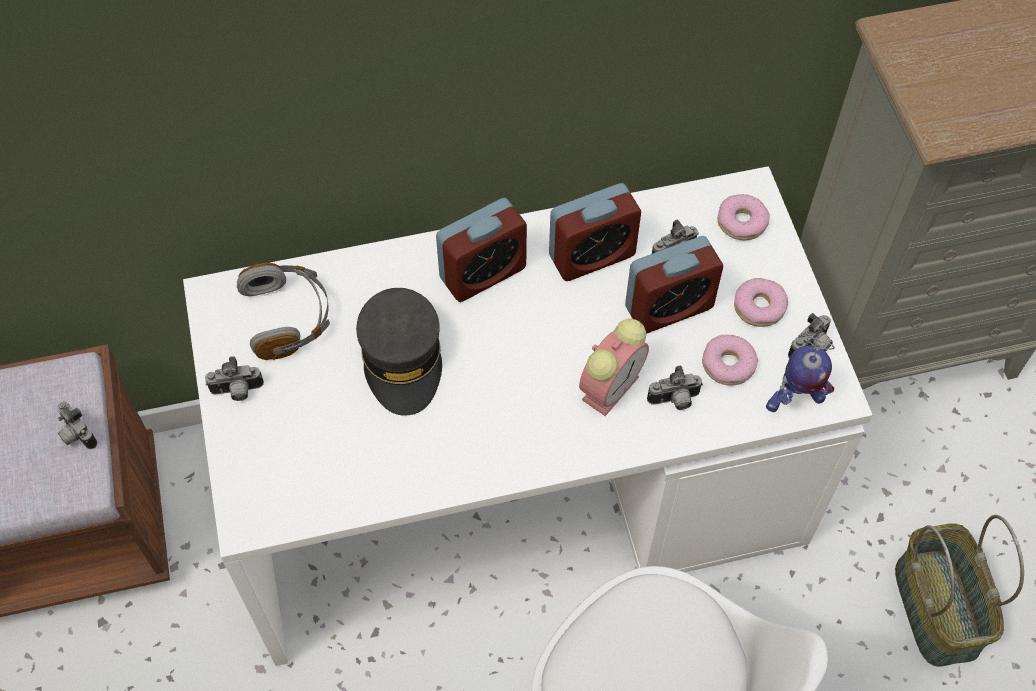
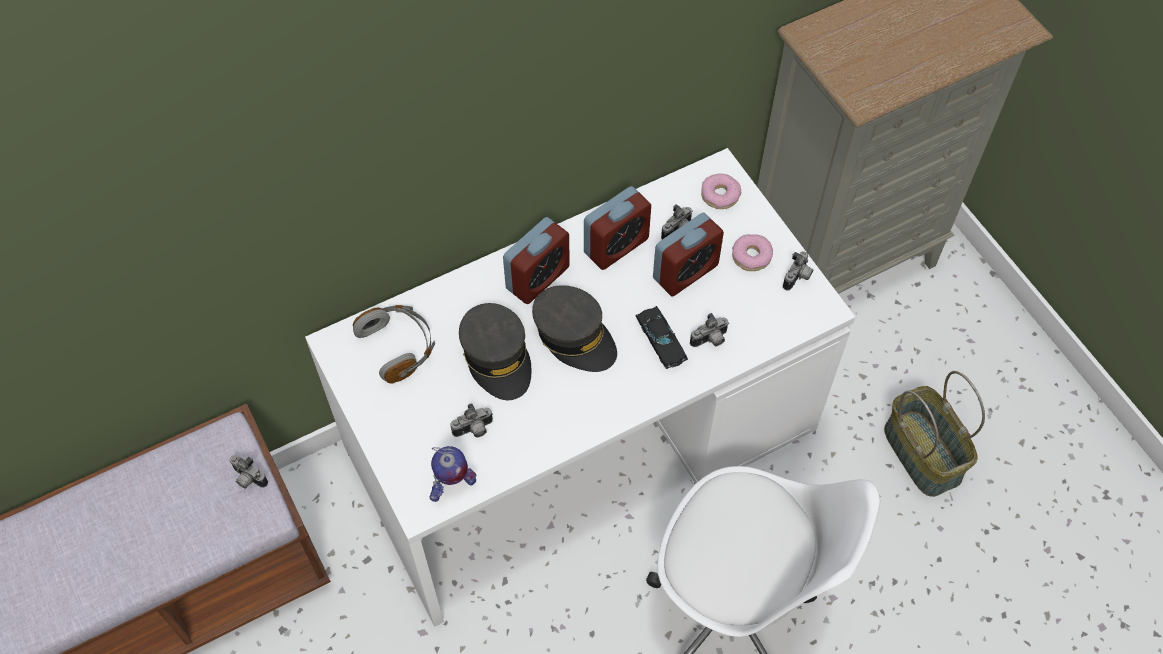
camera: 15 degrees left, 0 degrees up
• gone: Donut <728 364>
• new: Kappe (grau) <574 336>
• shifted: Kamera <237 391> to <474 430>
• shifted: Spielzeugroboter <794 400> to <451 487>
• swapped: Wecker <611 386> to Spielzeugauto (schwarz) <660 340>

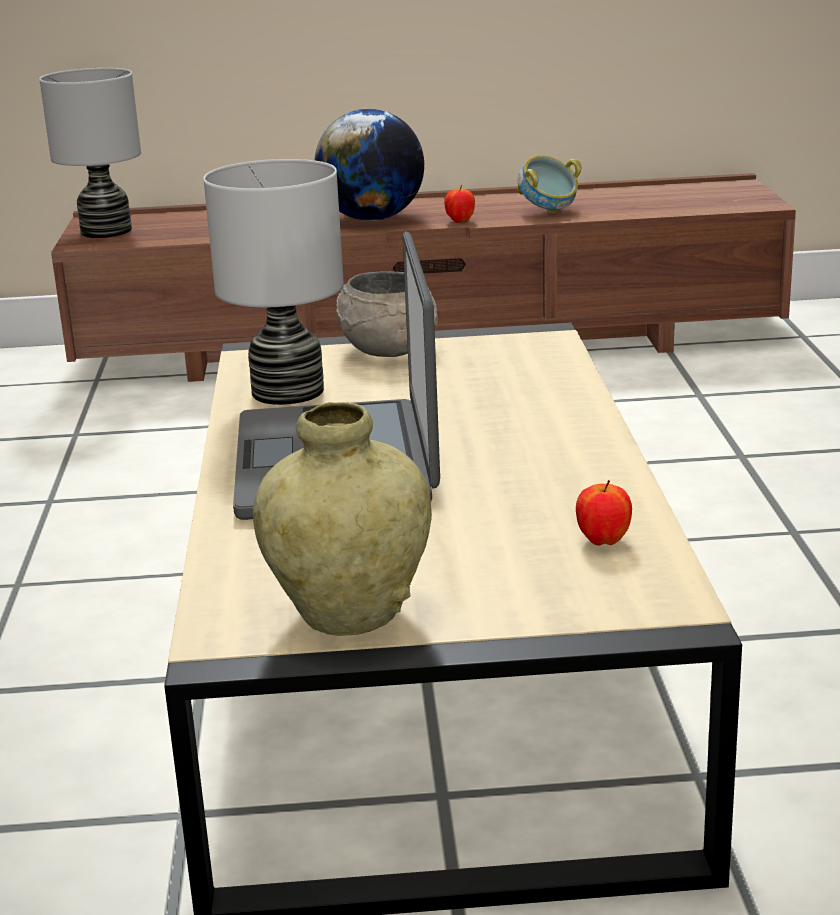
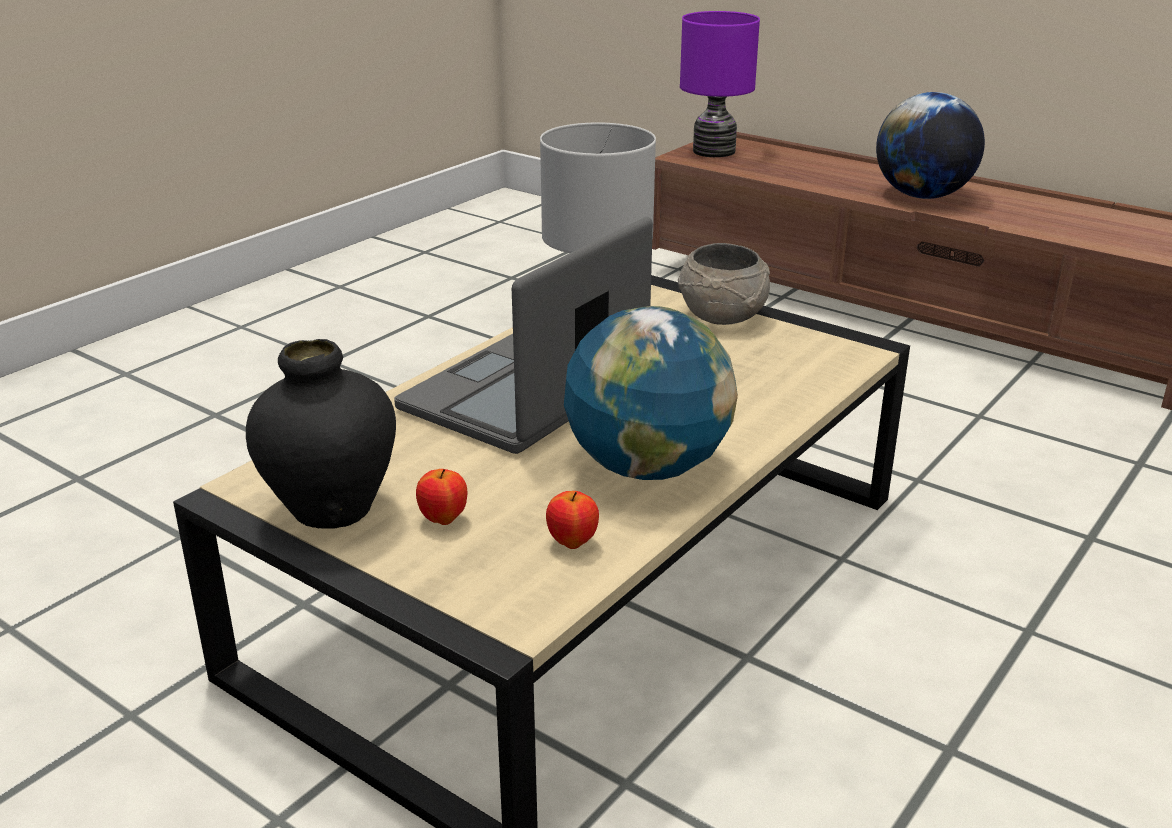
camera: 40 degrees right, 5 degrees up
• gone: Schüssel <547 212>
• new: Globus <647 467>
• shifted: Apfel <460 221> to <443 519>
• repainted: Tischlampe (grau) <106 231> to Tischlampe (lila) <713 151>
• repainted: Vase (beige) <349 614> to Vase (schwarz) <332 509>

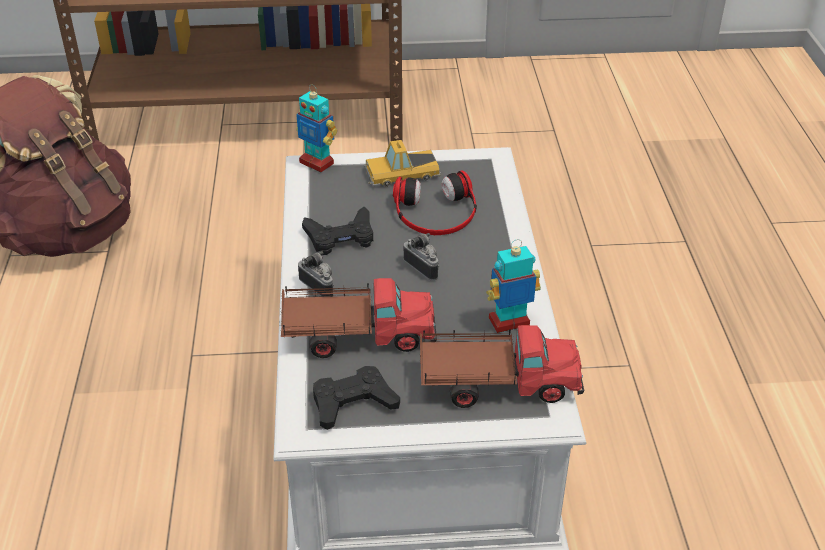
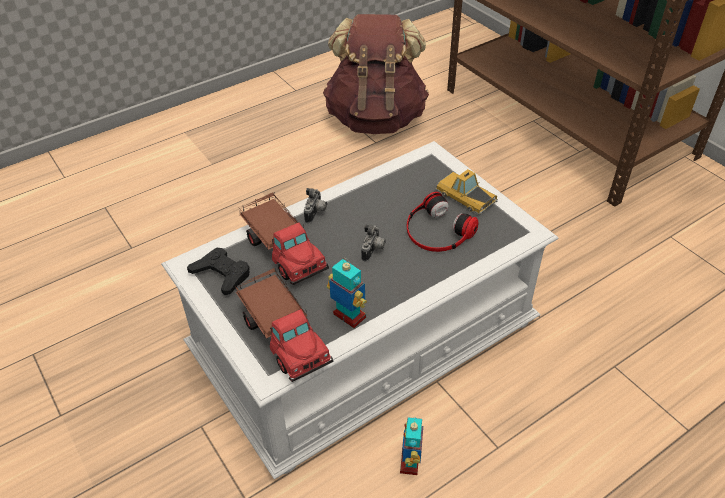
camera: 60 degrees right, 5 degrees up
• gone: Gamepad (schwarz) <340 237>
• shifted: Spielzeugroboter <317 163> to <410 462>

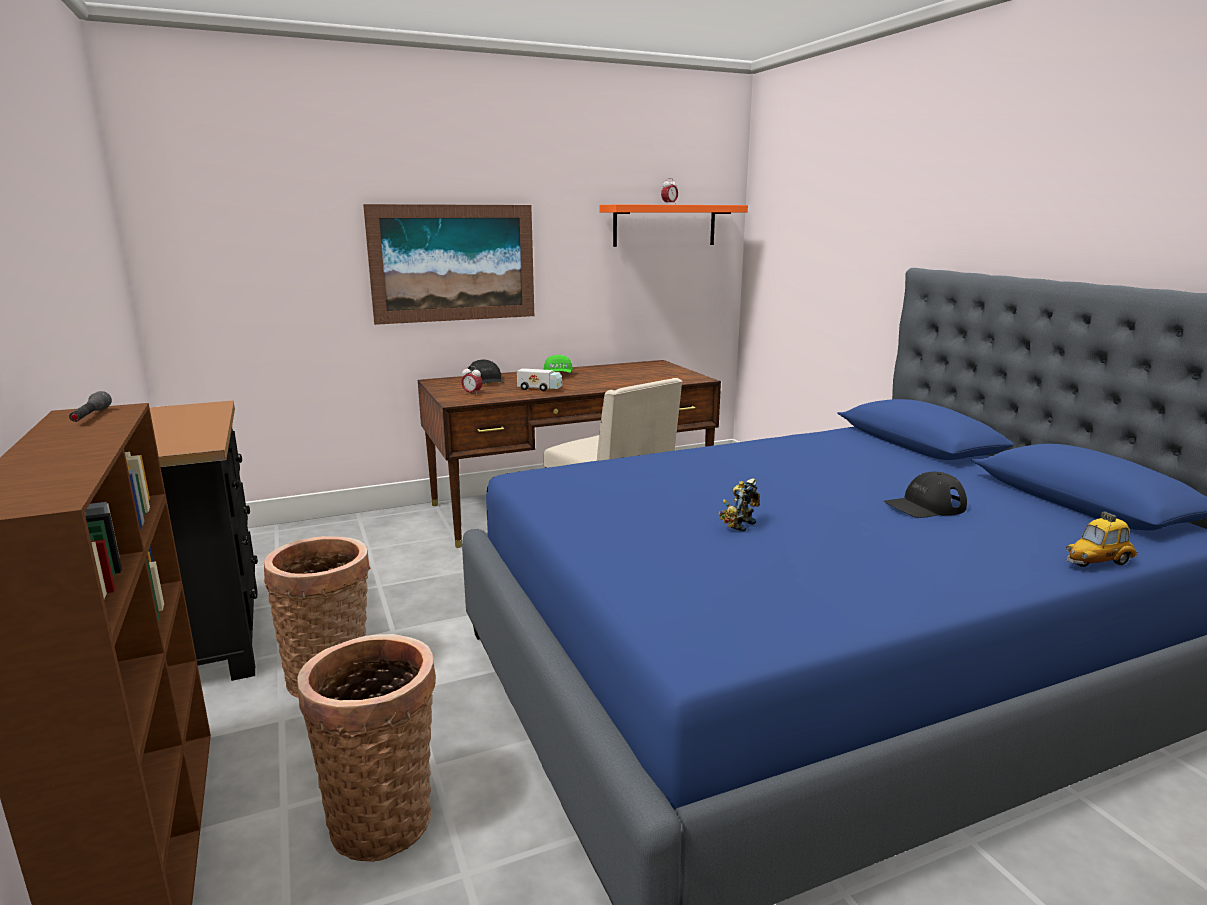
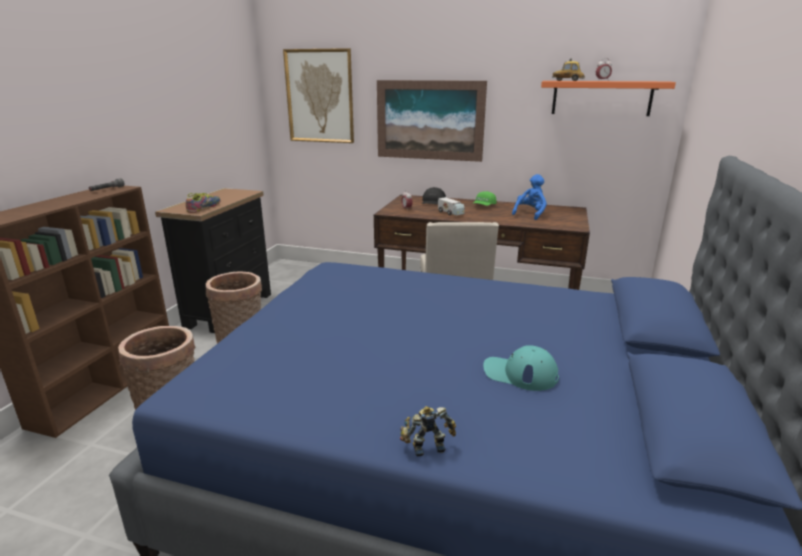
camera: 40 degrees right, 5 degrees up
• new: Schuh <203 208>
• new: Bild <320 96>
• new: Plüschtier (blau) <530 214>
• shifted: Spielzeugroboter <738 524> to <426 445>
• shifted: Spielzeugauto <1097 562> to <567 80>
• repainted: Kappe (schwarz) <925 506> to Kappe (türkis) <520 373>

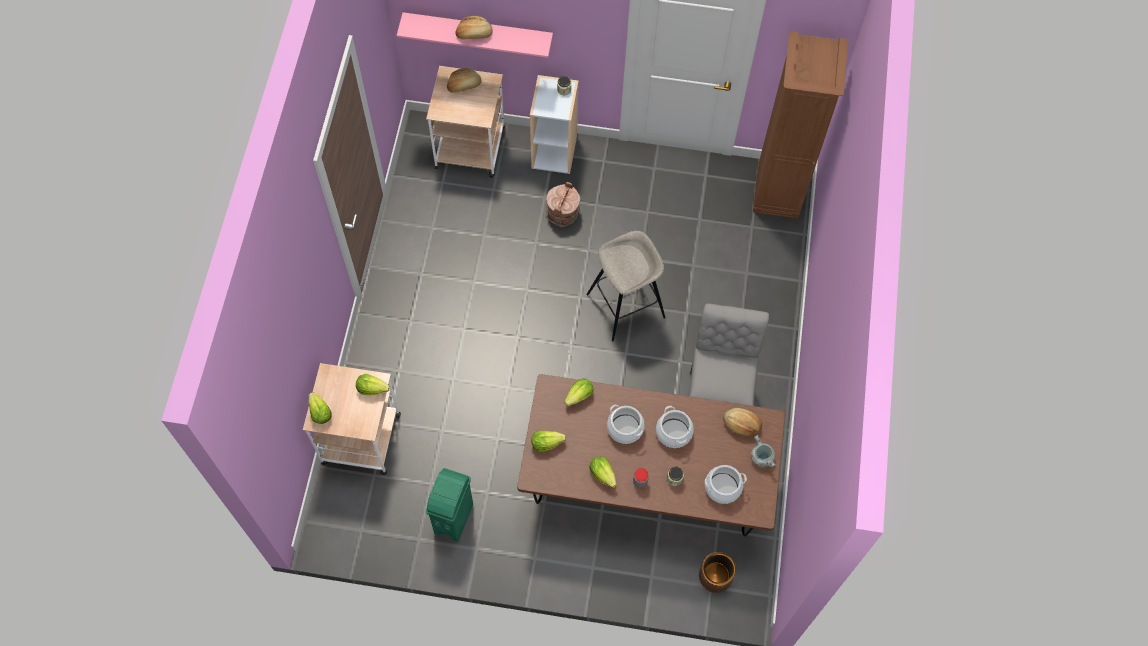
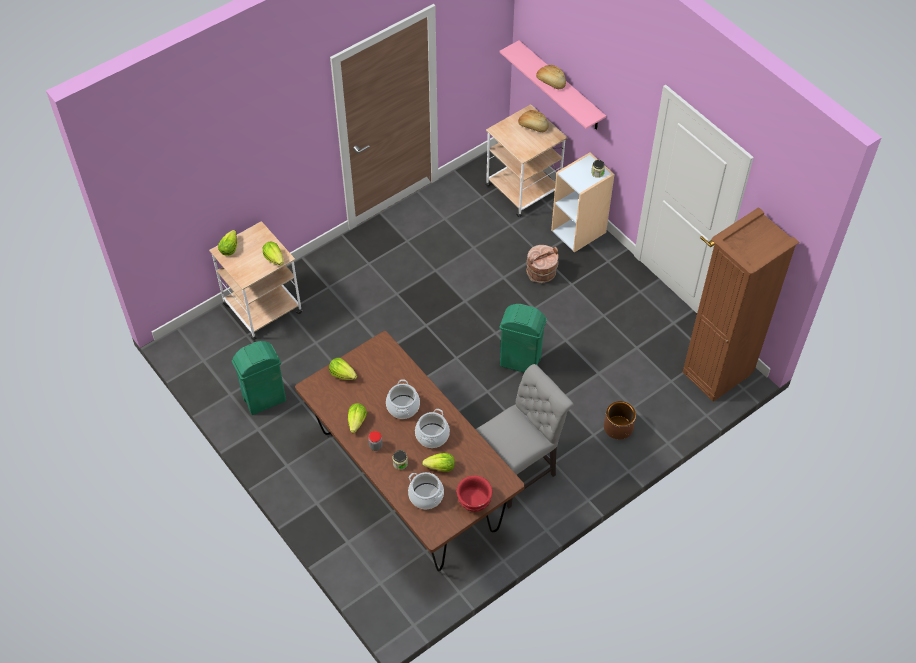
camera: 45 degrees right, 10 degrees down
• gone: Brot <741 424>
• shifted: Salatkopf <579 396> to <440 467>
• shifted: Pflanzkübel (braun) <715 576> to <618 427>
• swapped: Hocker (grau) <626 306> to Mülleimer (grün) <520 362>
• swapped: Kochtopf (grau) <761 457> to Schüssel (rot) <474 500>

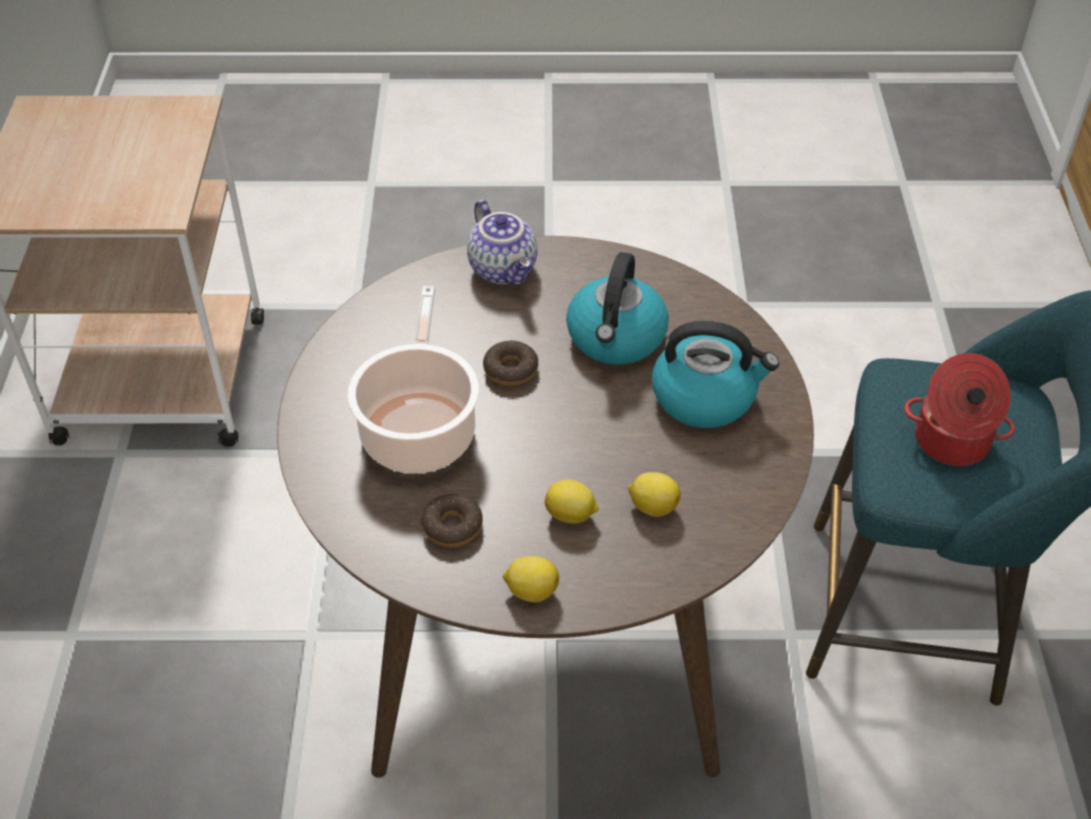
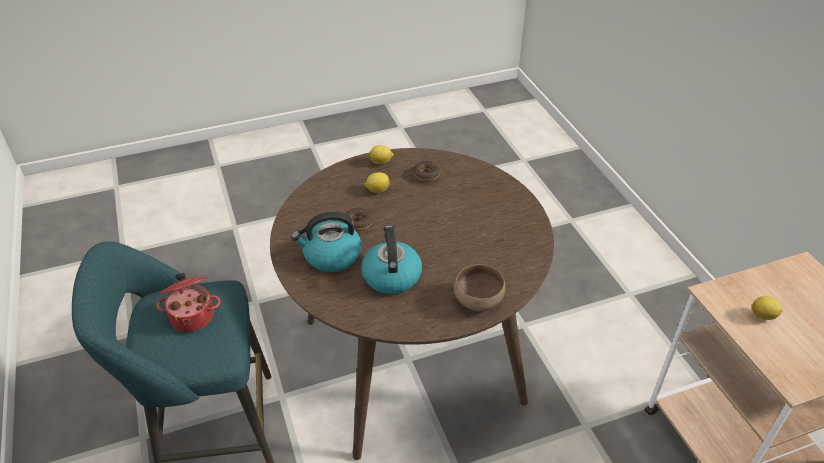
camera: 160 degrees right, 5 degrees down
• gone: Kochtopf <419 429>
• shifted: Donut <510 369> to <358 223>
• shifted: Zitrone <652 506> to <763 316>
• swapped: Teekanne <504 269> to Schüssel (braun) <478 301>

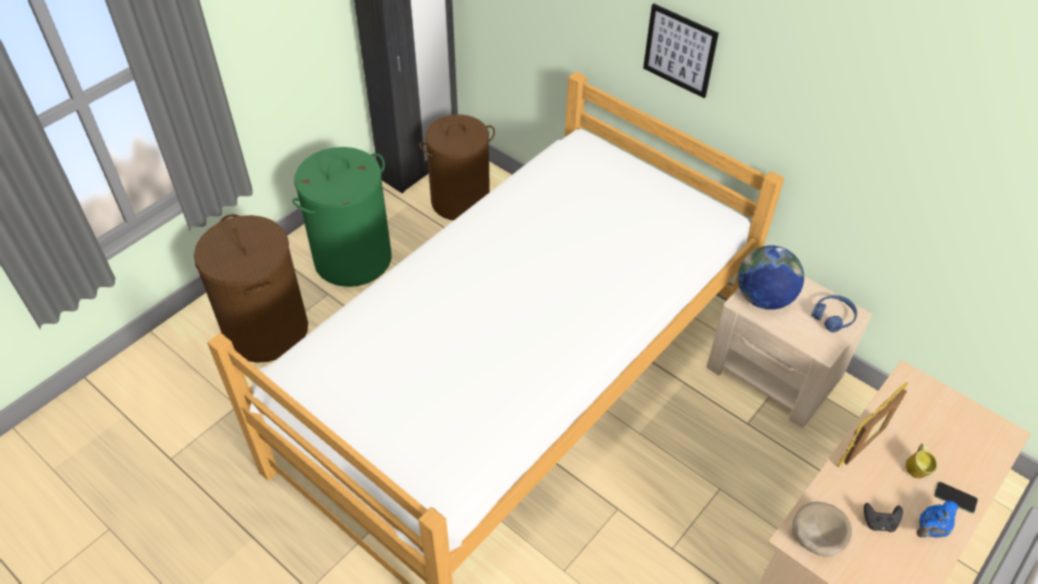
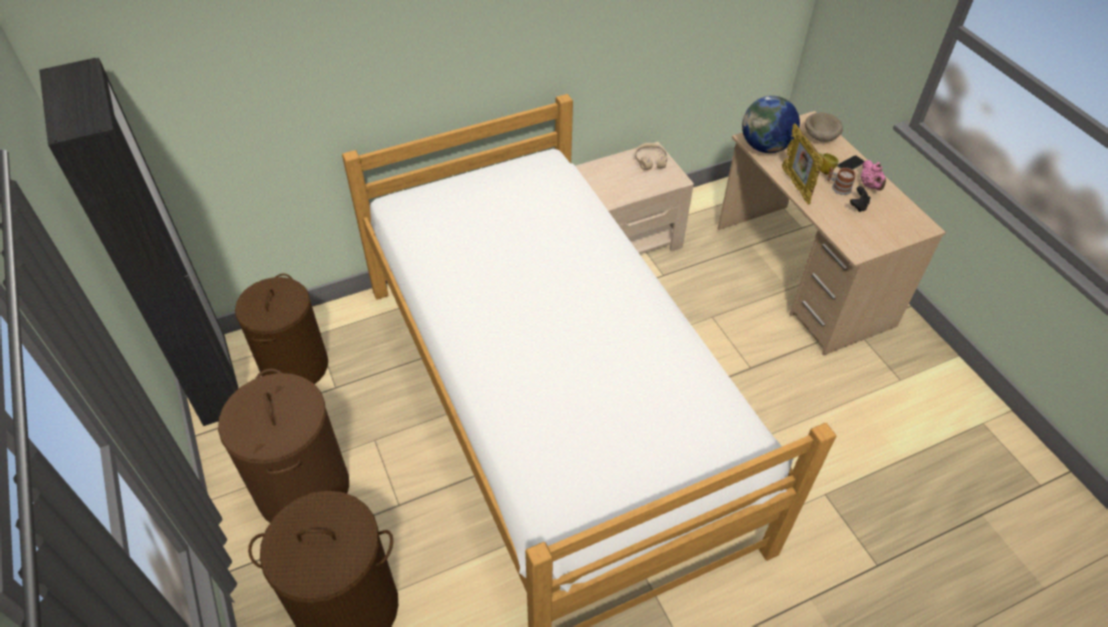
camera: 65 degrees left, 0 degrees up
• gone: Bild <680 50>
• new: Henkelbecher <838 187>
• shifted: Globus <763 298> to <765 147>
• shifted: Schüssel (beige) <815 537> to <819 137>
• repainted: Wäschekorb (grün) <353 259> to Wäschekorb (braun) <304 489>
• repainted: Kopfhörer (blau) <833 317> to Kopfhörer (beige) <650 161>
• repainted: Teekanne (blau) <931 529> to Teekanne (rosa) <870 185>

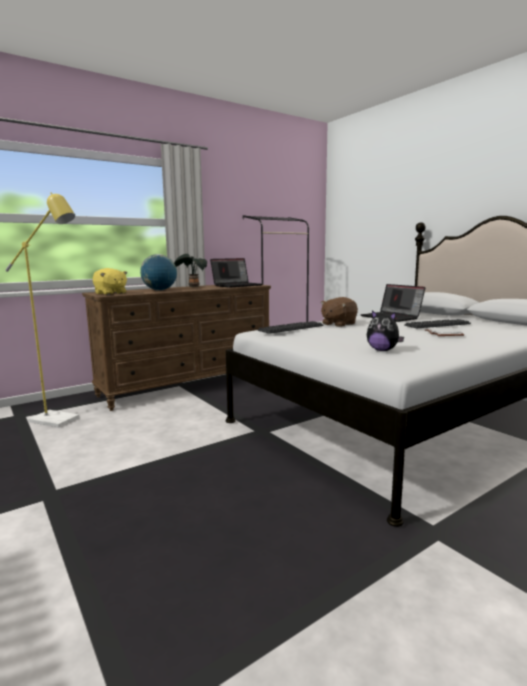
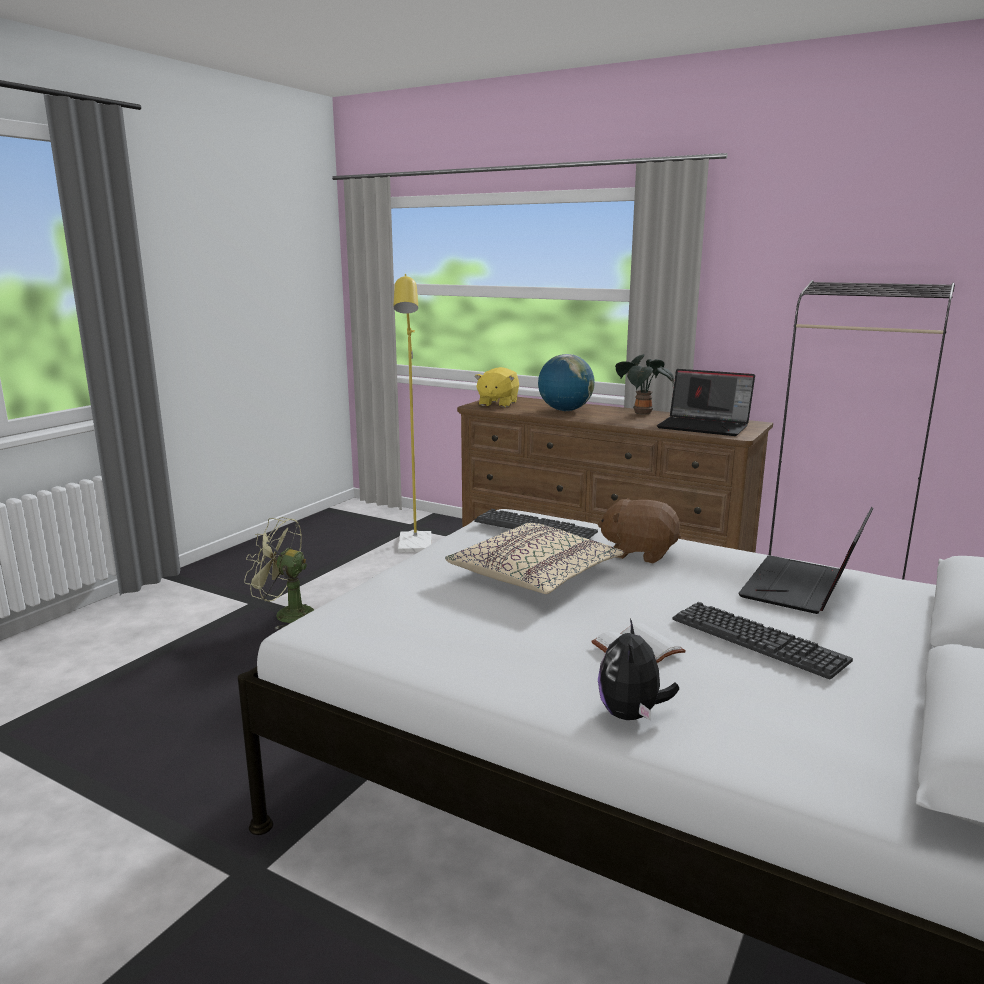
camera: 65 degrees right, 5 degrees up
• new: Ventilator (grün) <286 615>
• new: Kissen (beige) <535 575>
• shifted: Plüschtier <382 350> to <632 715>

